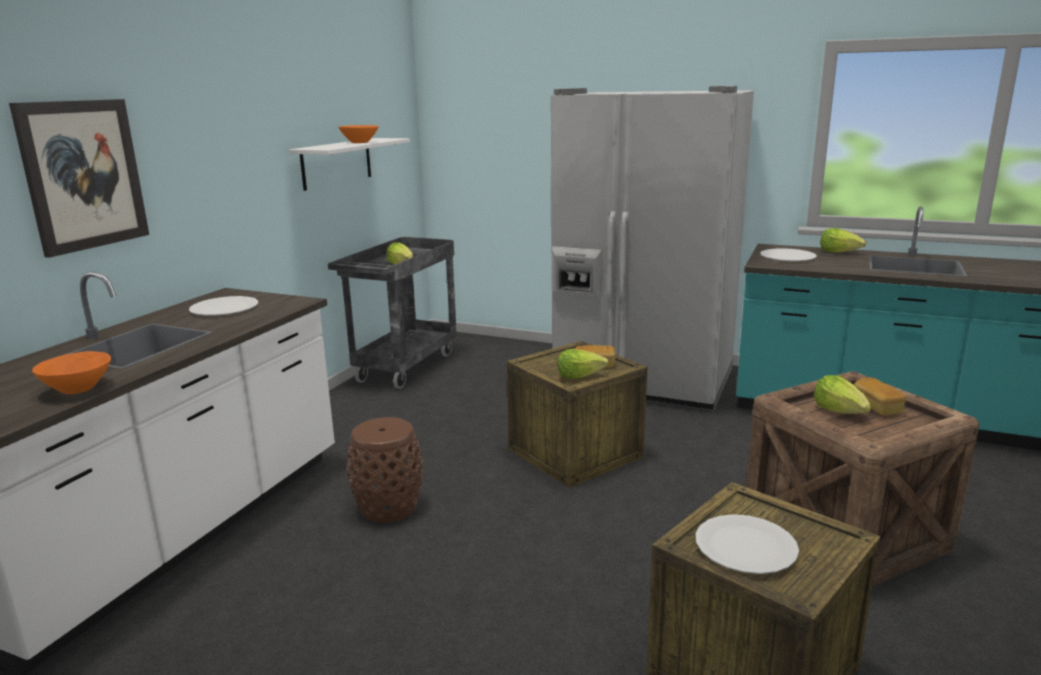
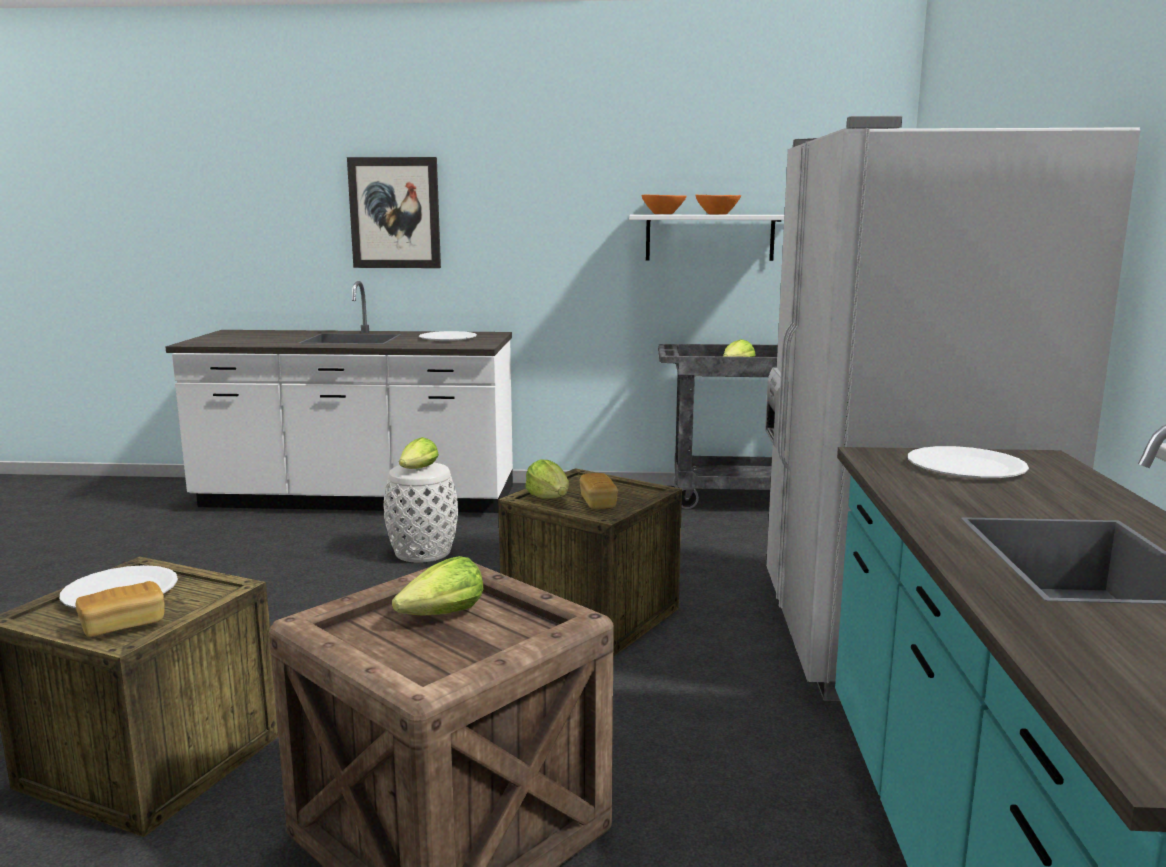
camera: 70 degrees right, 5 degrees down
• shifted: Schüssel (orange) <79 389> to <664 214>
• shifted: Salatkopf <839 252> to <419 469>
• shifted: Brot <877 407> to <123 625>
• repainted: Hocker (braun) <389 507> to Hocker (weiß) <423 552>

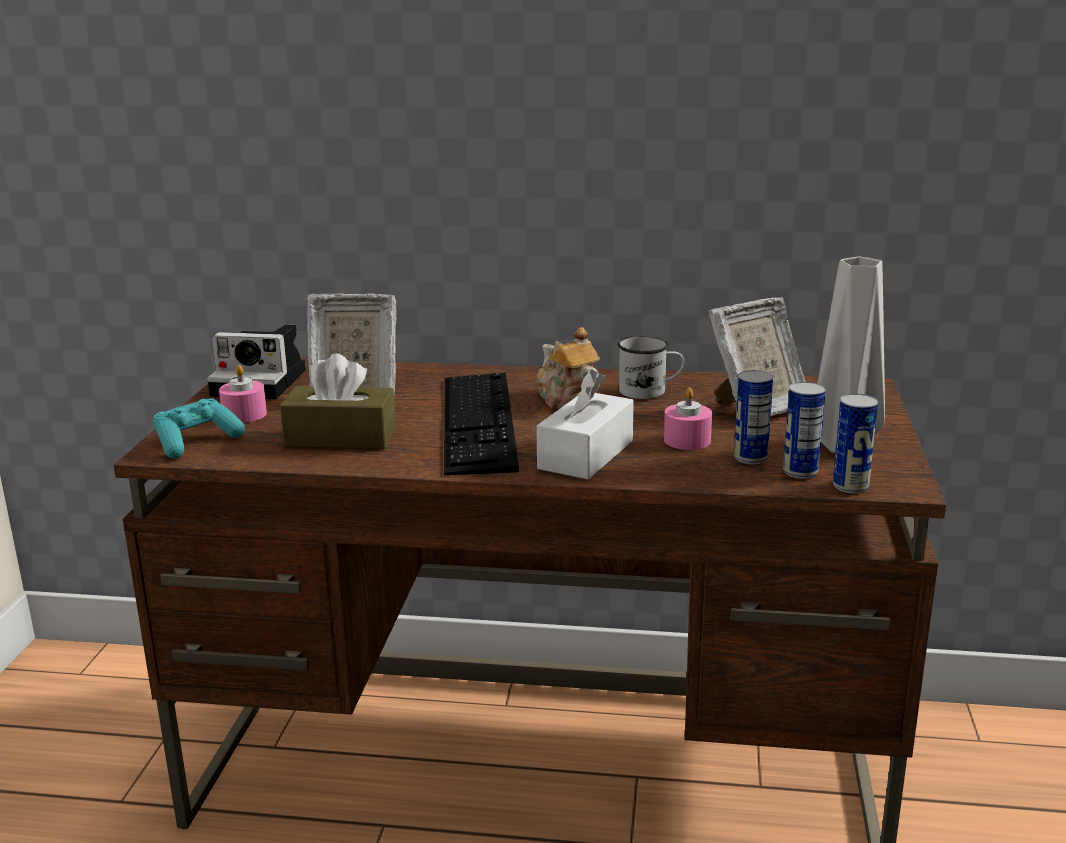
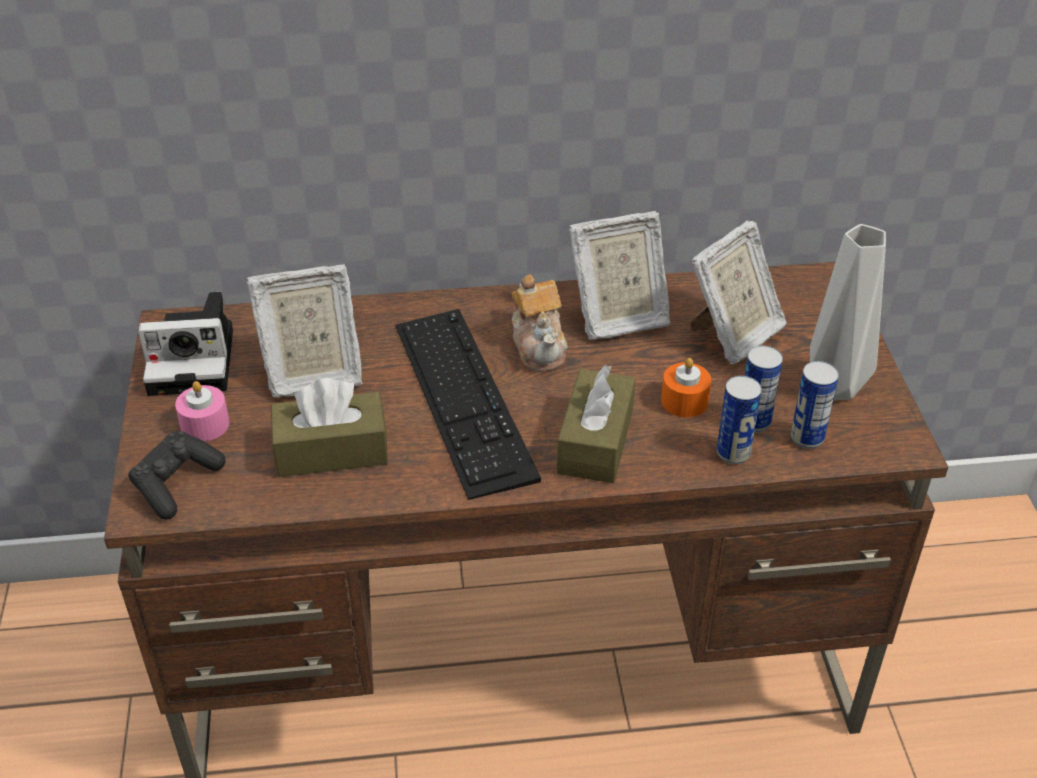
camera: 15 degrees left, 20 degrees up
• shifted: Dose <850 486> to <733 453>
• swapped: Henkelbecher (weiß) <650 391> to Bilderrahmen <617 318>
• repainted: Gamepad (türkis) <196 442> to Gamepad (schwarz) <177 484>
• repainted: Taschentuchbox (weiß) <586 455> to Taschentuchbox (braun) <595 441>
• repainted: Kerze (rosa) <687 440> to Kerze (orange) <684 401>
• rotated: Teekanne <567 399> = <539 346> 150 degrees counterclockwise

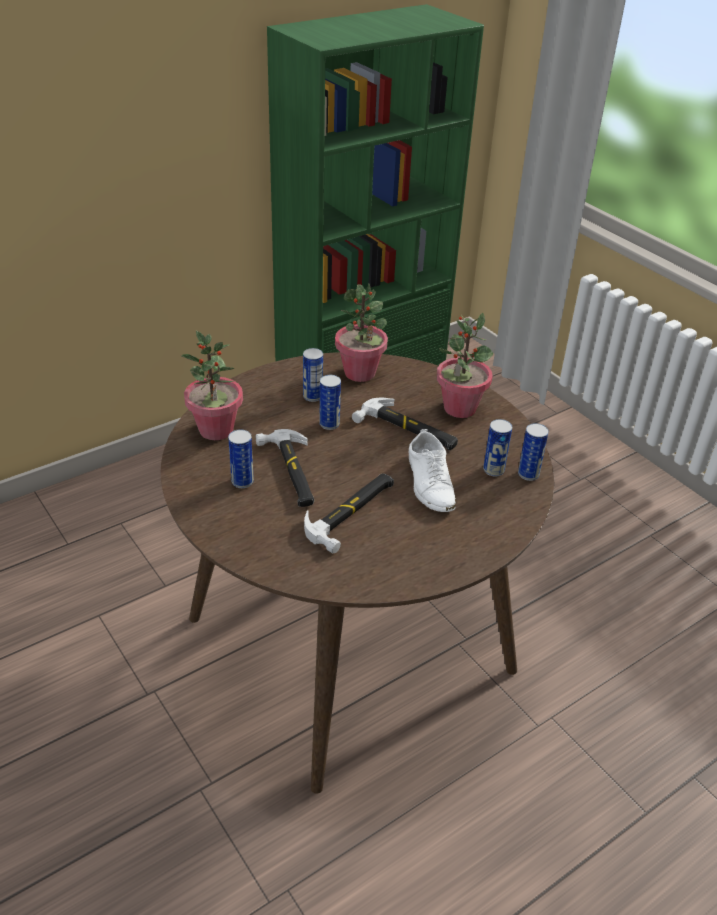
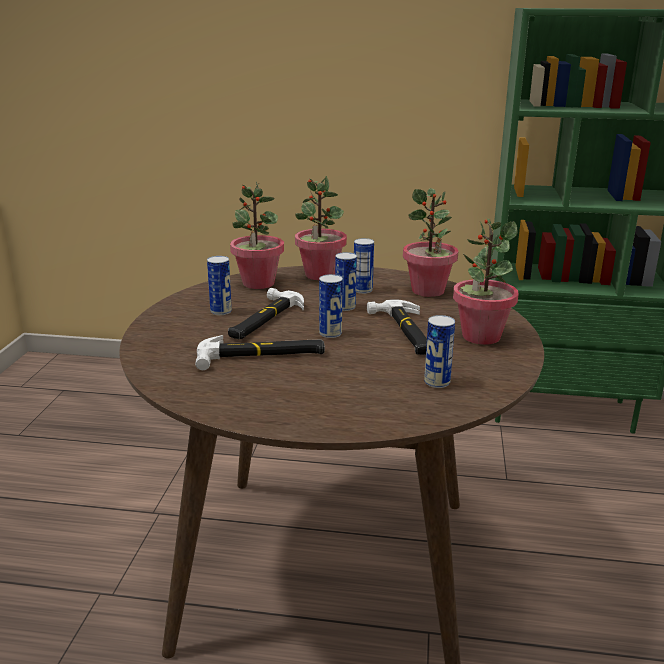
camera: 45 degrees right, 15 degrees down
• gone: Schuh (weiß) <430 483>
• new: Topfpflanze <320 275>
• shifted: Dose <528 474> to <330 334>

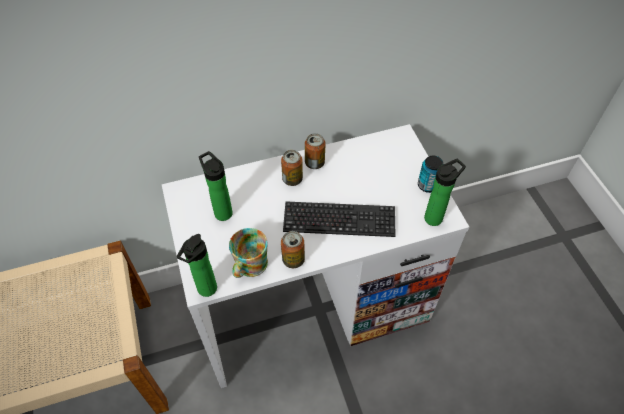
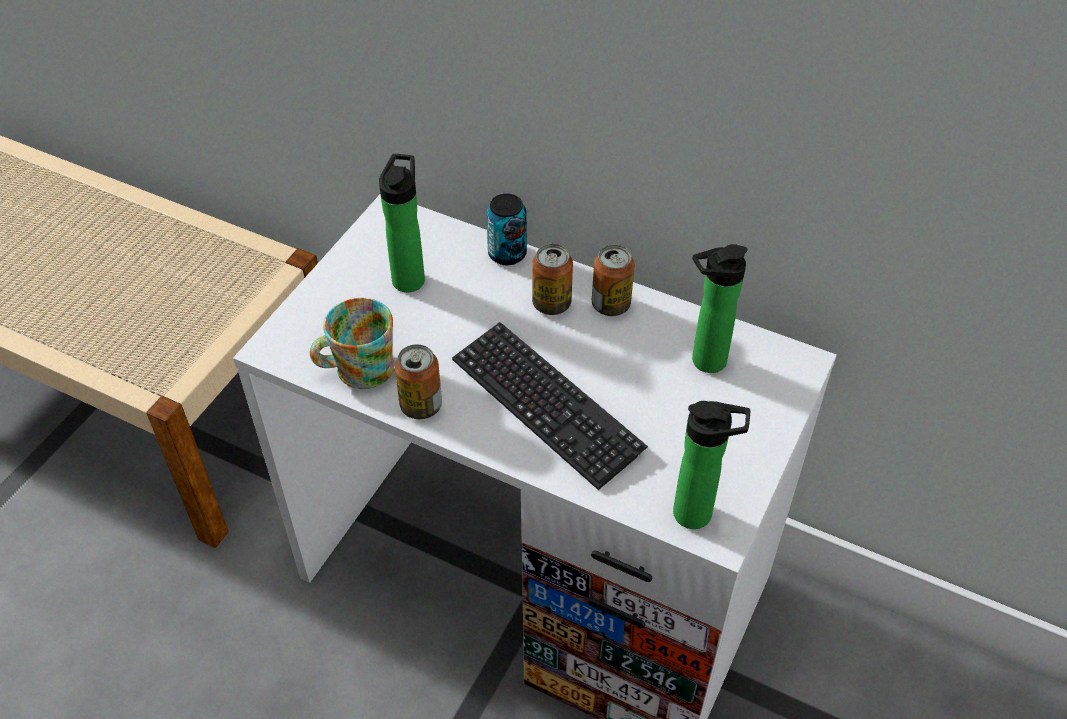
camera: 45 degrees right, 5 degrees down
• shifted: Flasche <205 291> to <703 362>
• shifted: Dose <427 185> to <507 254>

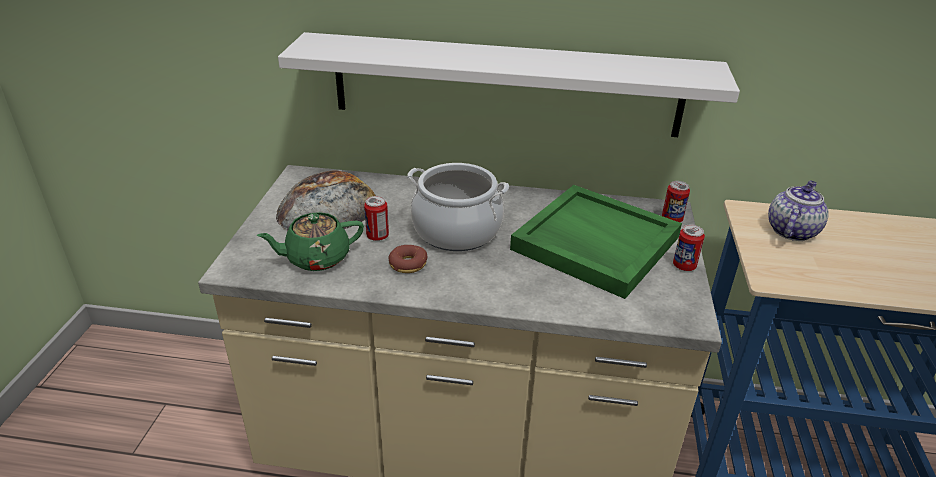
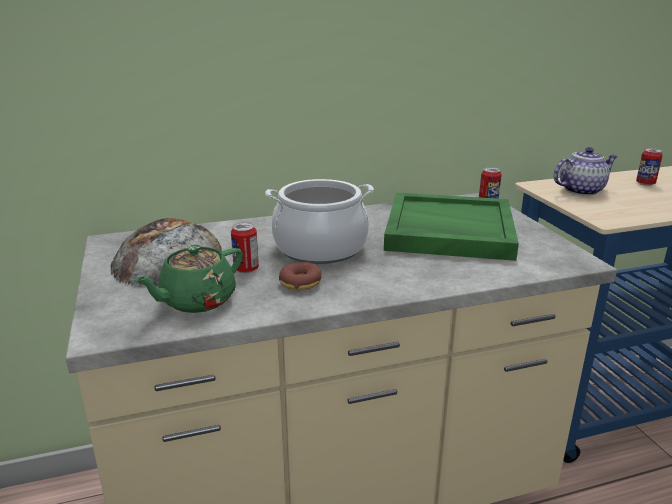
camera: 25 degrees left, 10 degrees down
• gone: Wandregal (weiß) <506 85>
• shifted: Dose <684 266> to <645 183>
• rotated: Teekanne <791 230> = <581 190> 60 degrees clockwise

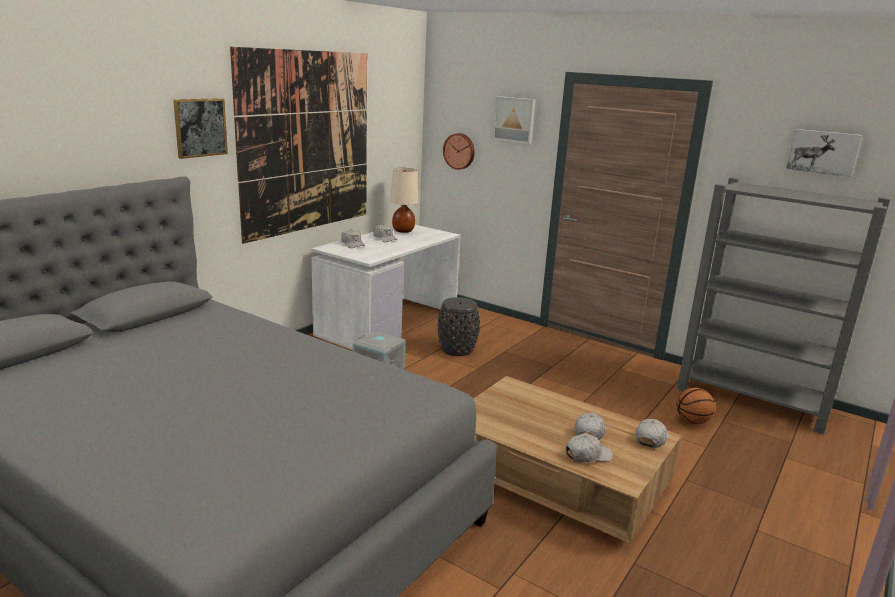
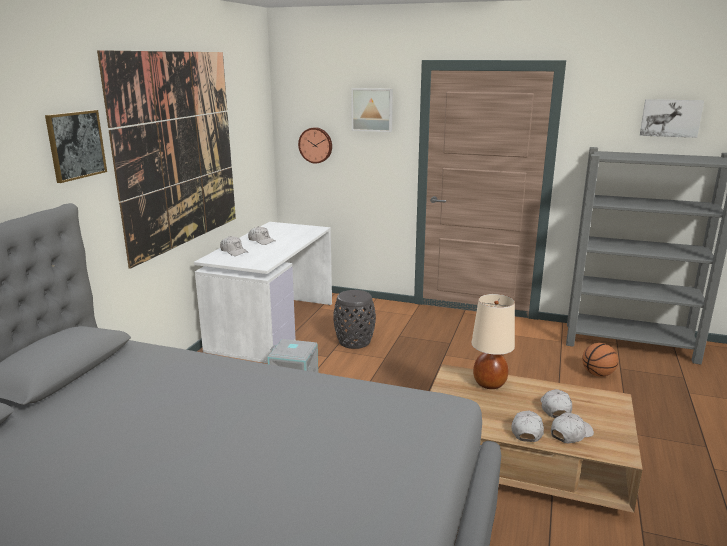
camera: 15 degrees left, 0 degrees up
• shifted: Tischlampe (beige) <403 231> to <489 383>
• shifted: Kappe (weiß) <651 438> to <526 431>

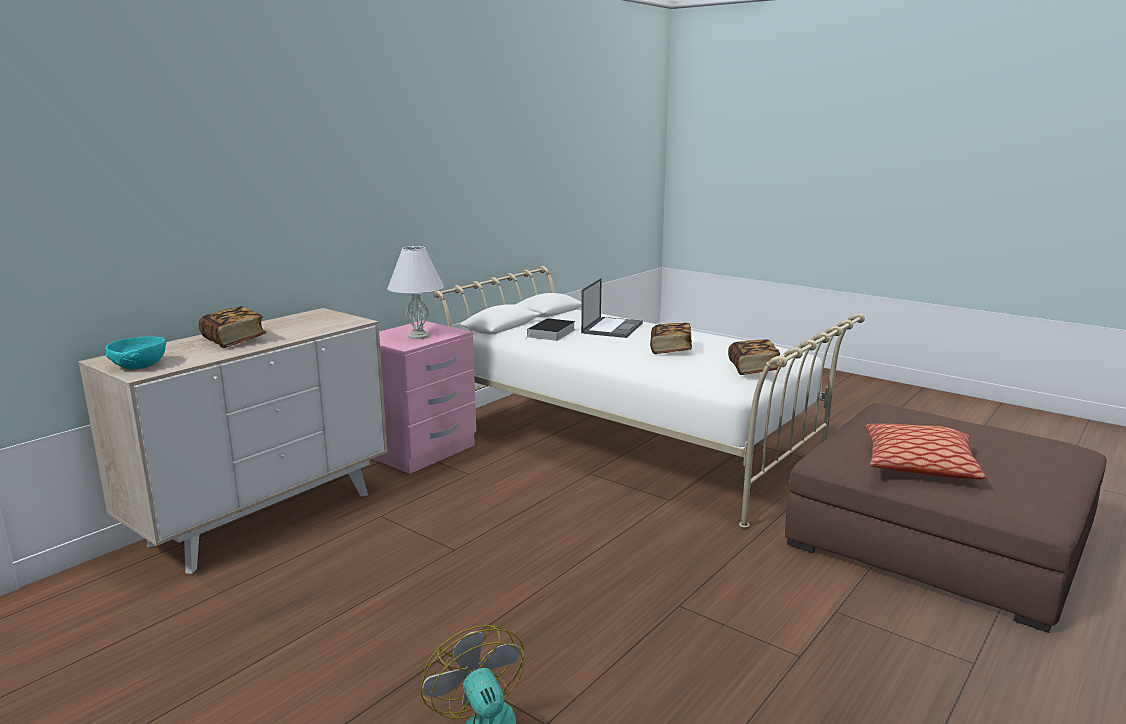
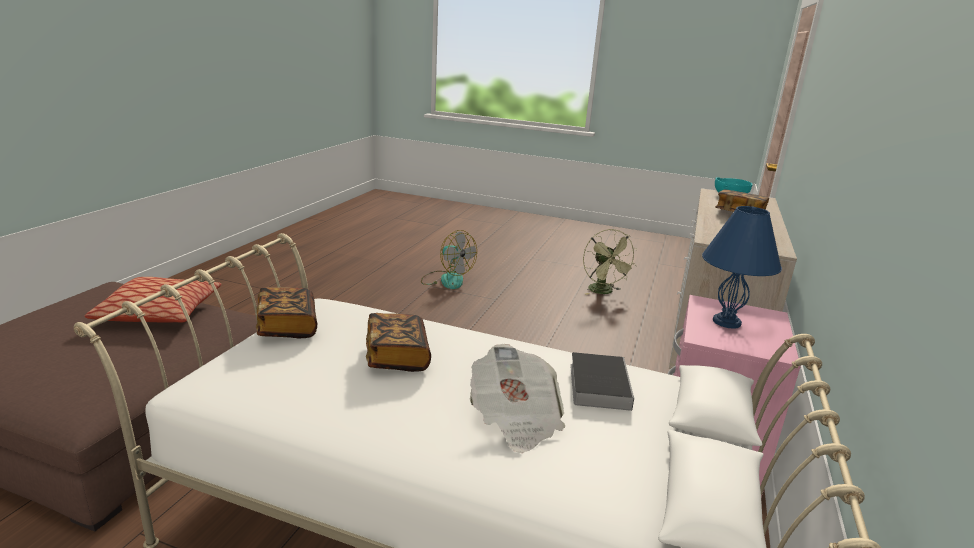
camera: 160 degrees right, 5 degrees up
• new: Ventilator (grün) <604 292>
• swapped: Laptop <612 328> to Zeitung <515 419>
• repainted: Tischlampe (weiß) <418 336> to Tischlampe (blau) <726 322>

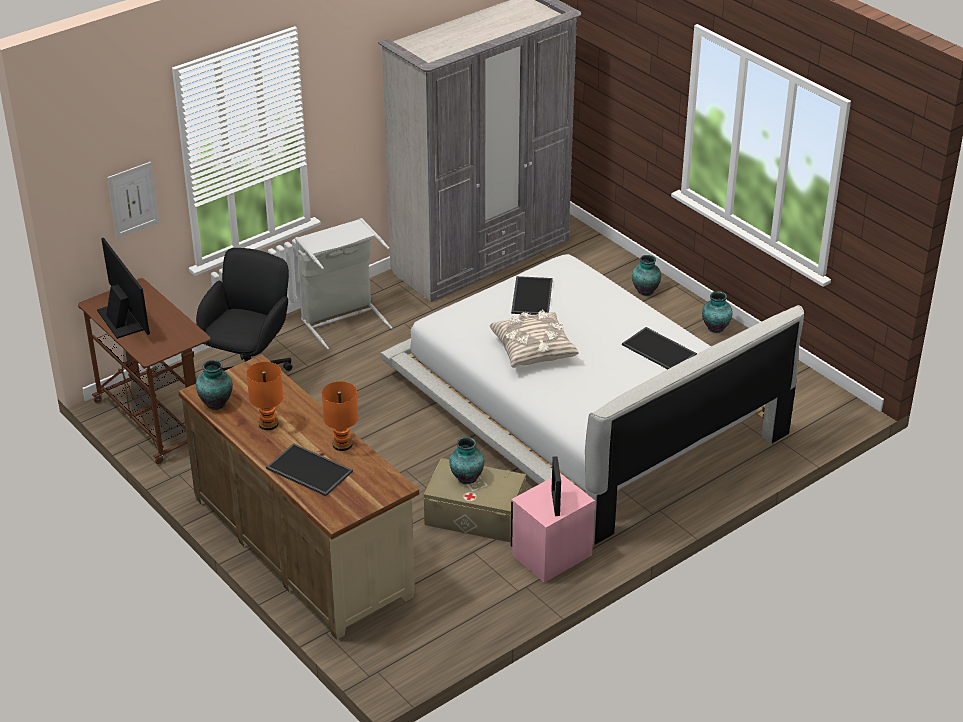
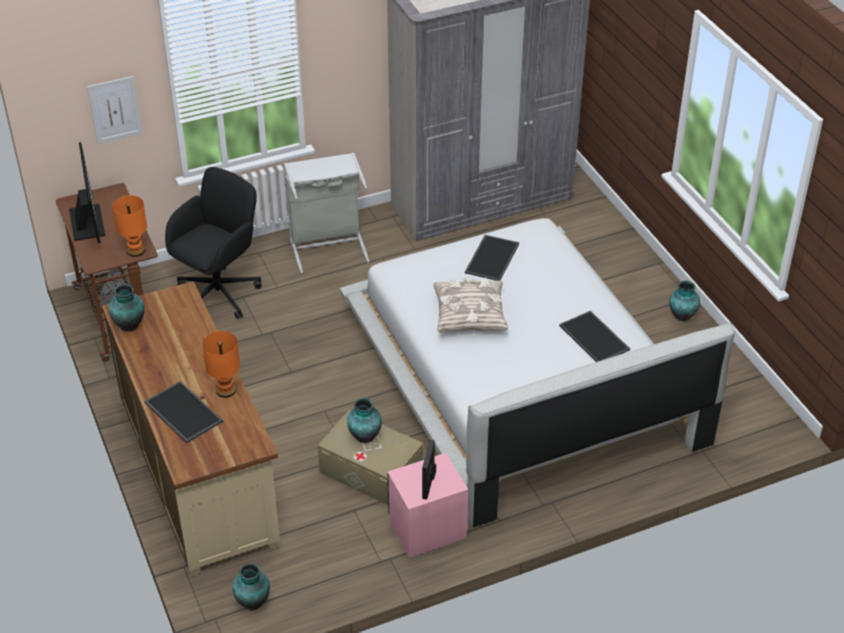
camera: 15 degrees right, 5 degrees up
• shifted: Tischlampe (orange) <268 424> to <135 251>
• shifted: Vase <645 290> to <253 601>

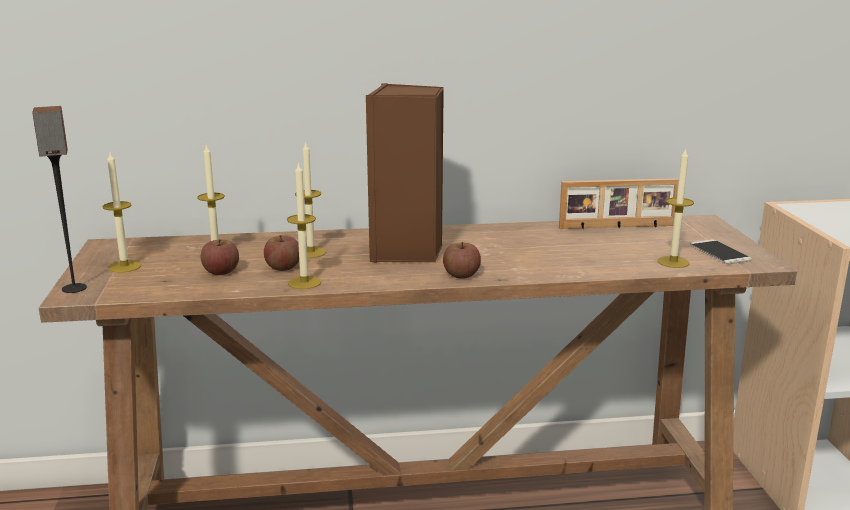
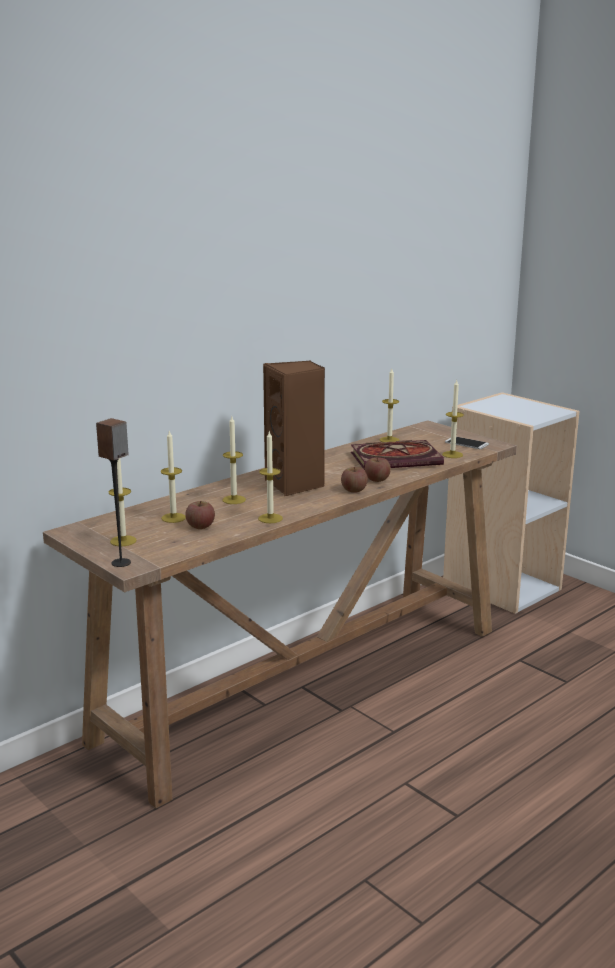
camera: 35 degrees left, 0 degrees up
• new: Buch <397 459>
• shifted: Apfel <283 267> to <377 479>
• swapped: Bilderrahmen <618 227> to Kerze <389 440>

